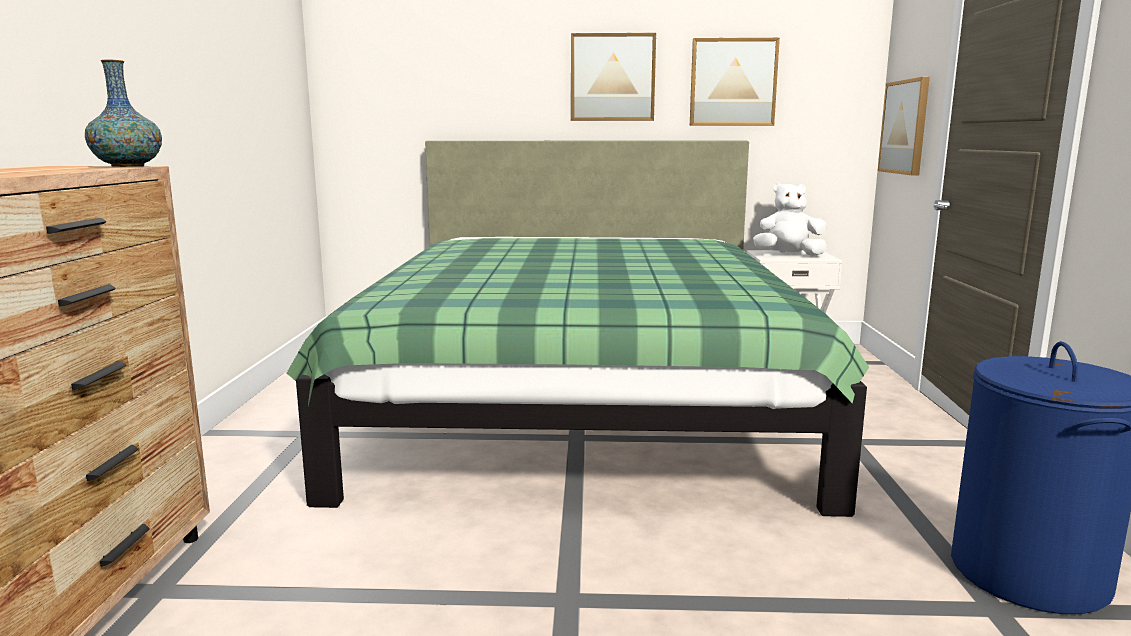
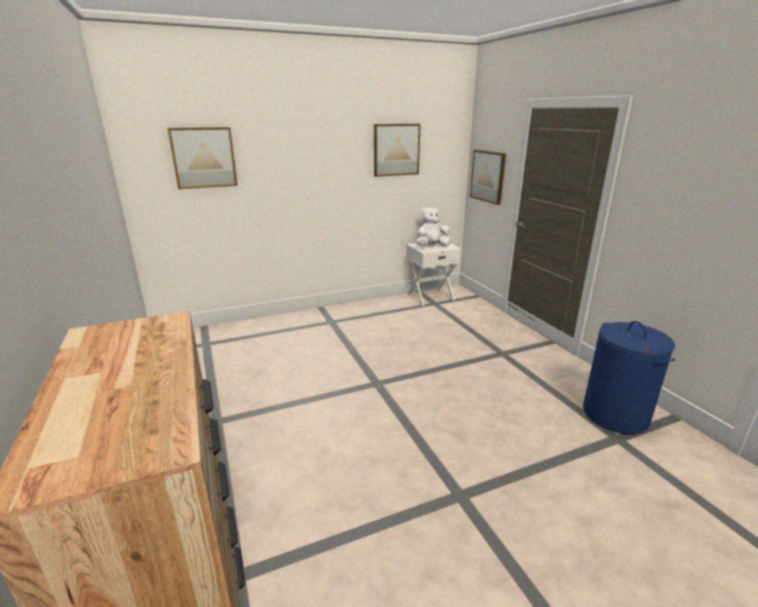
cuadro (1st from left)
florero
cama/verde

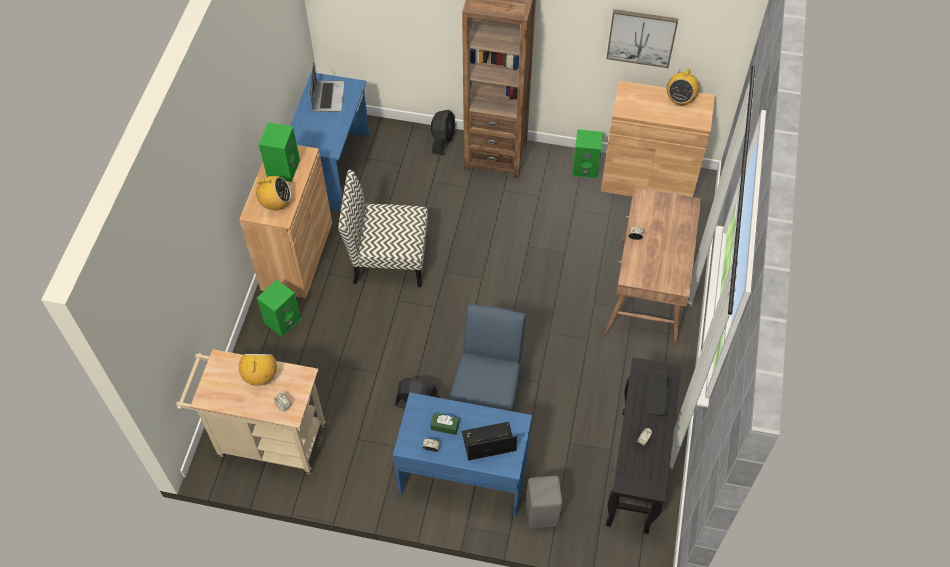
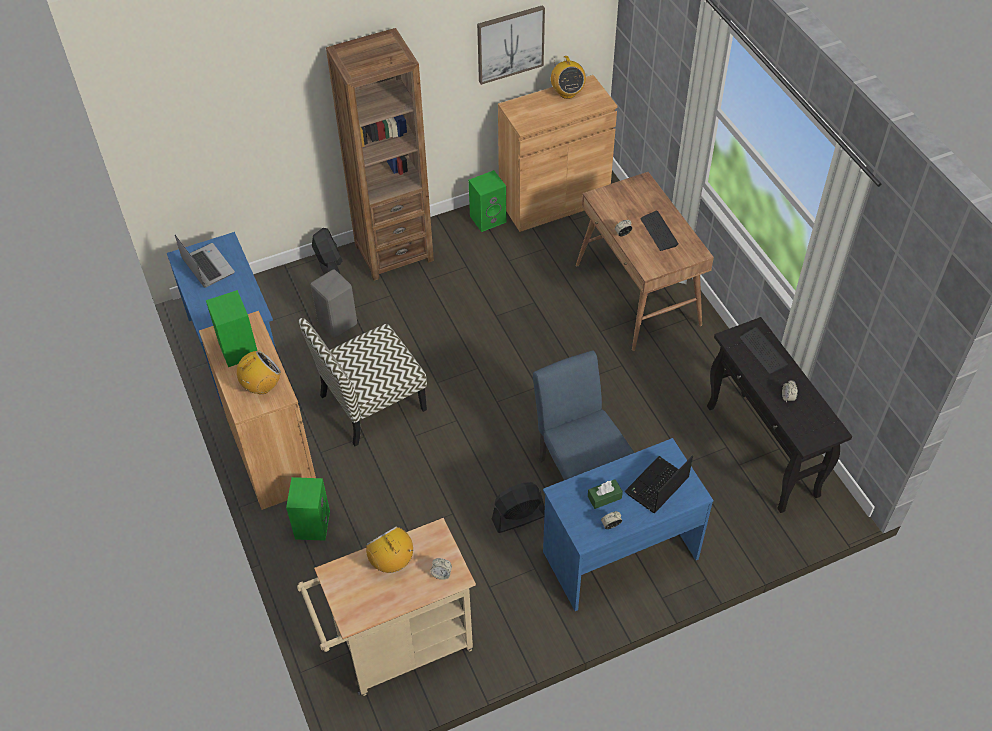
taburete/gris
teclado (1st from left)

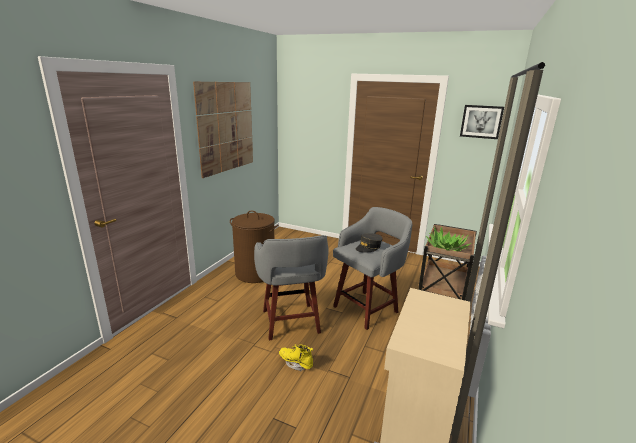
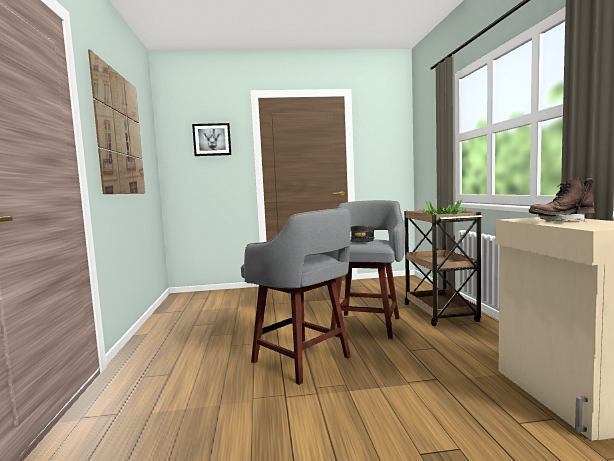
cuadro (2nd from left)
bota/marrón
cesto de la ropa/marrón
bota/amarillo

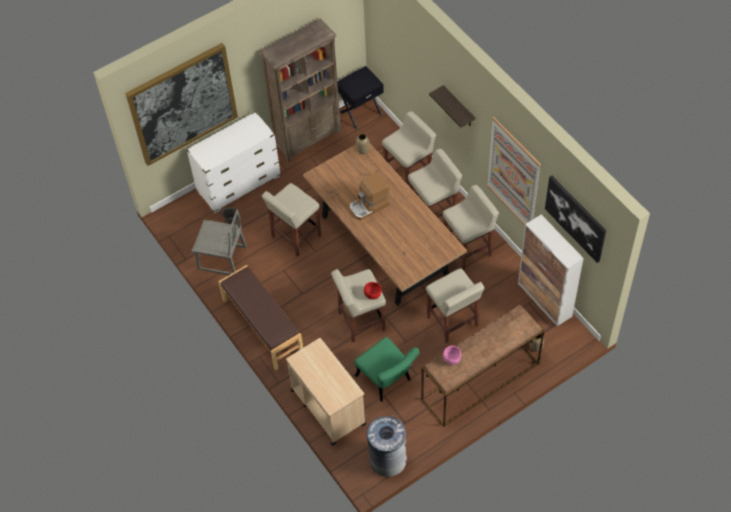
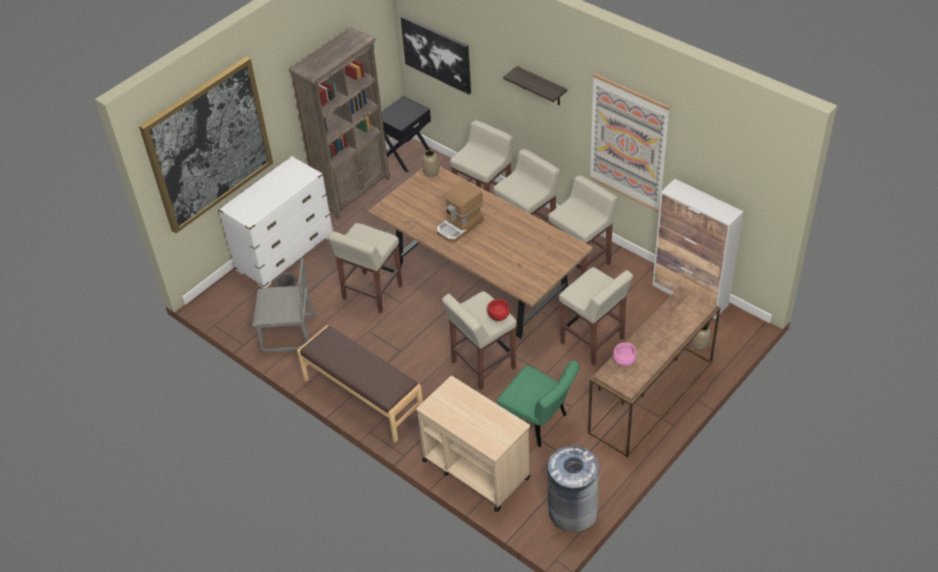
cuadro (2nd from left)

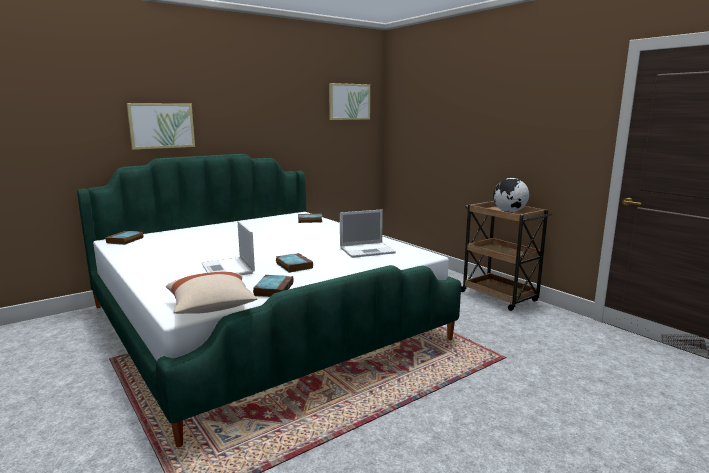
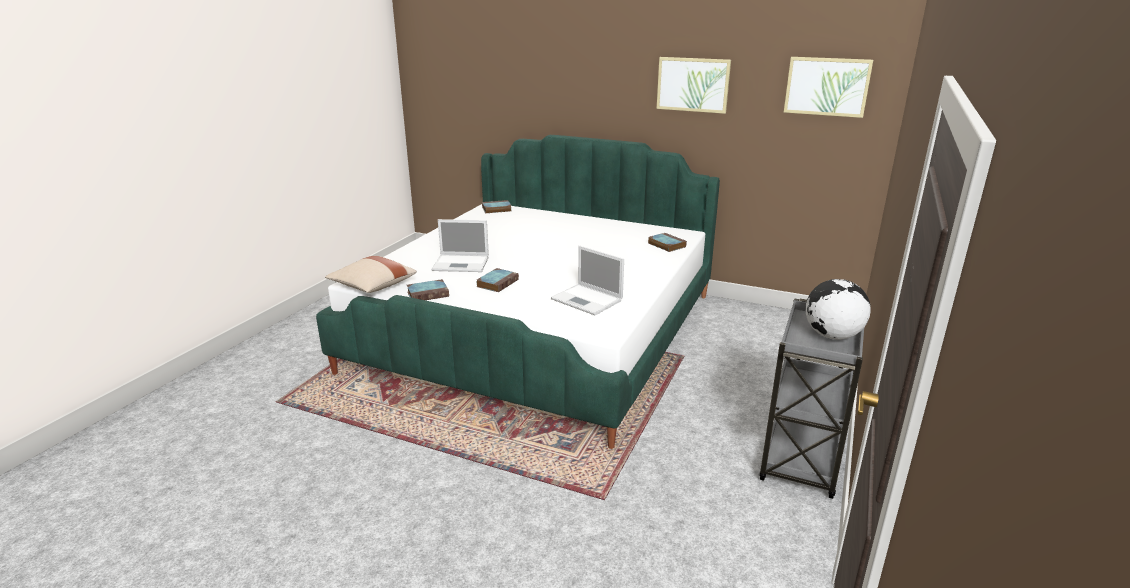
portátil (1st from left)
cuadro (1st from left)
carrito/gris

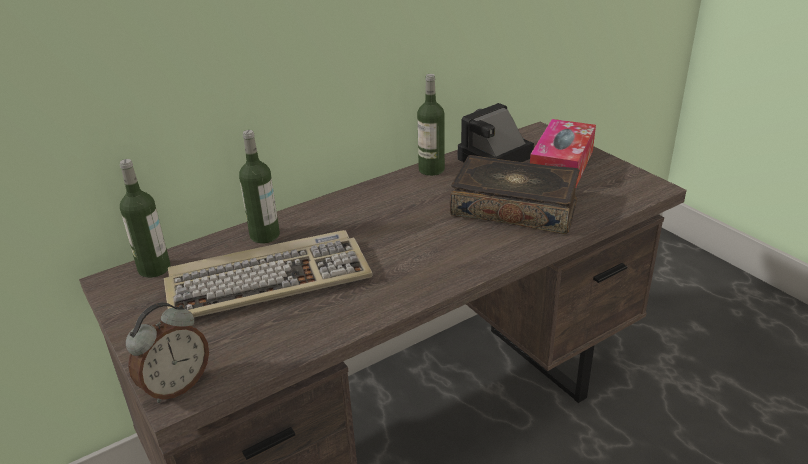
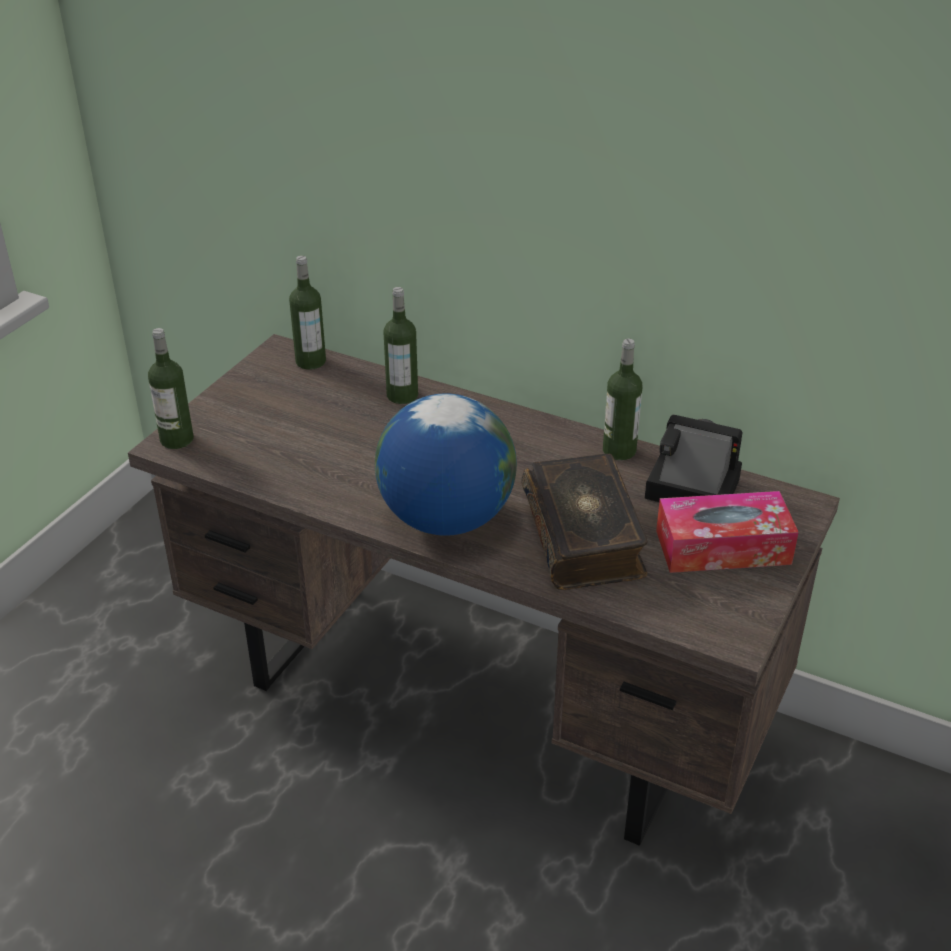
botella (1st from left)
globo terráqueo
teclado

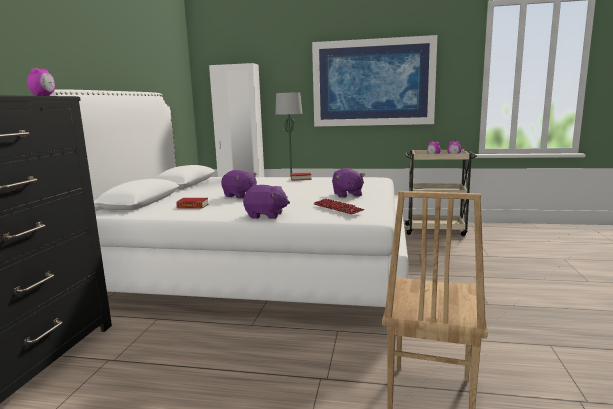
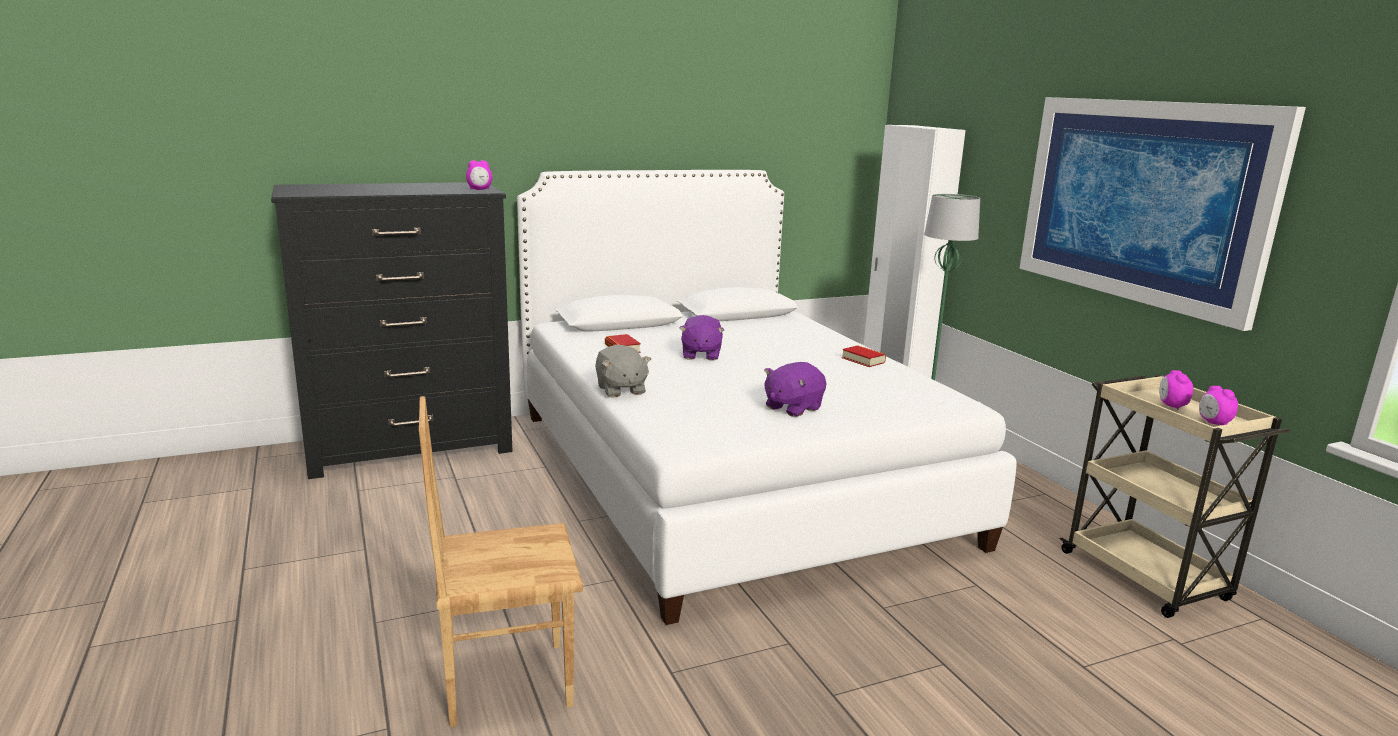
peluche/gris
teclado

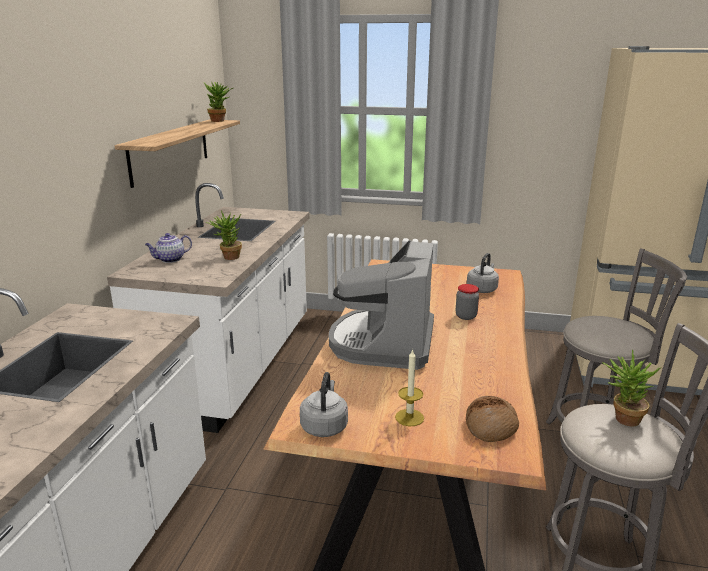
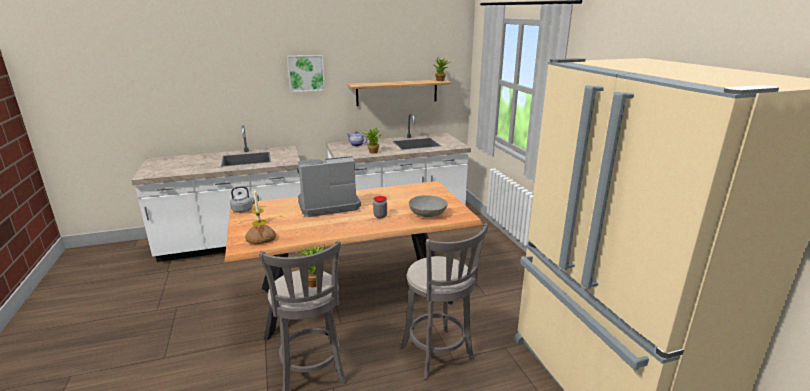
cuadro
cuenco/gris

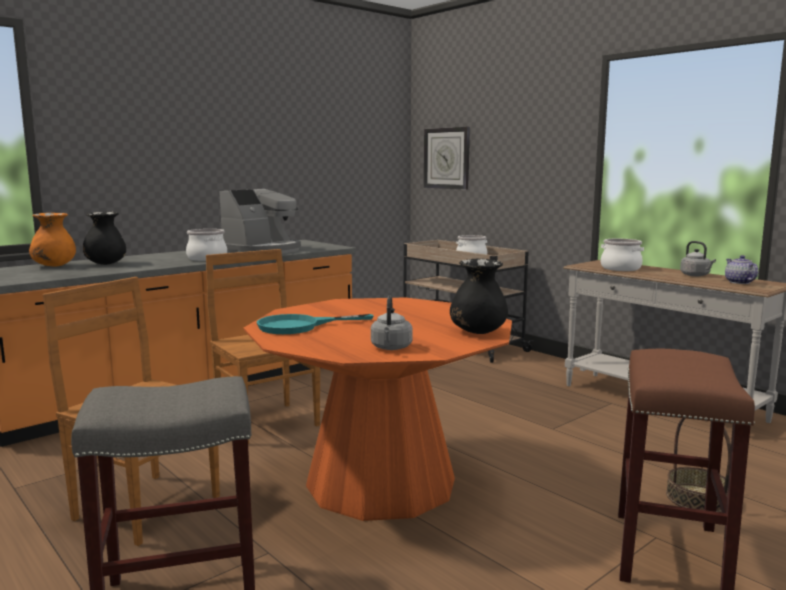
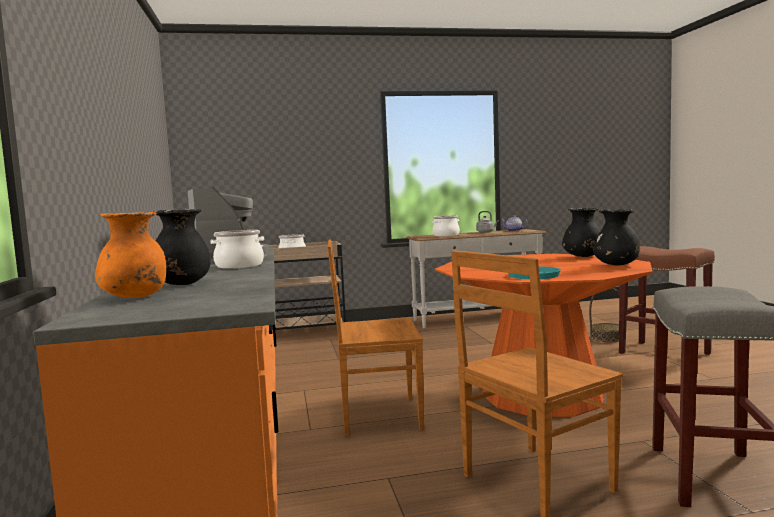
florero/negro (3rd from left)
reloj de pared

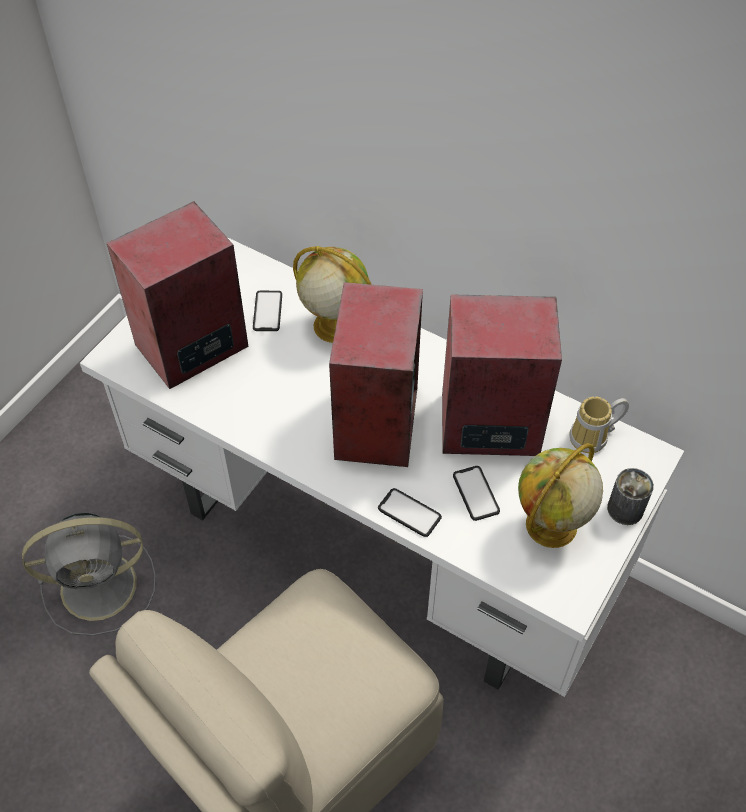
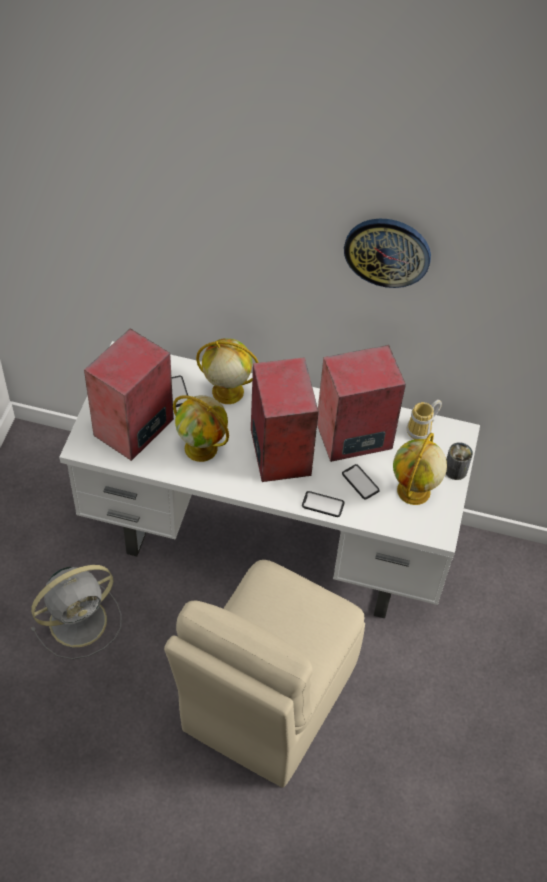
globo terráqueo (1st from left)
reloj de pared

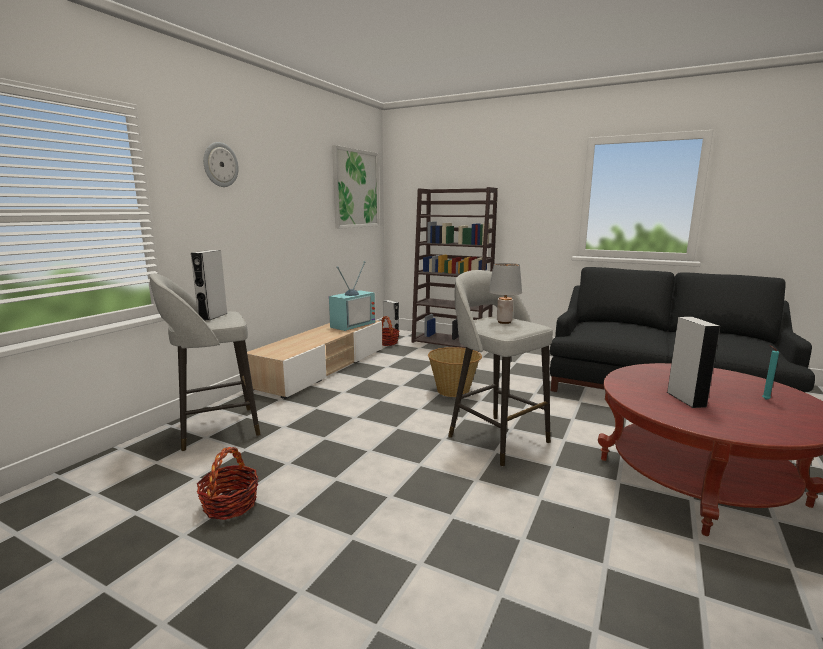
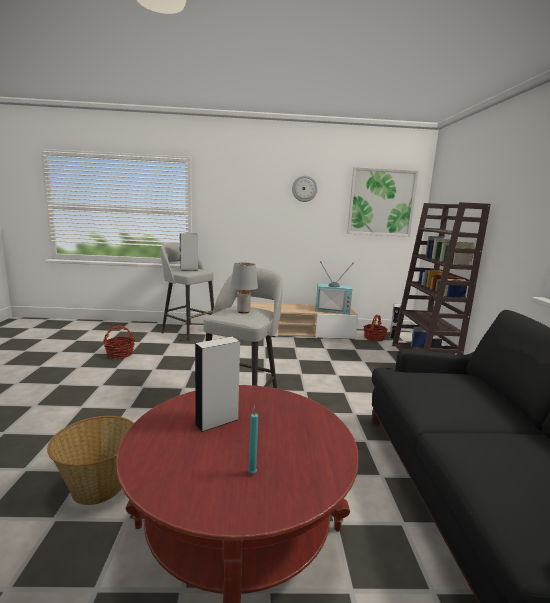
cesta (1st from left)
reloj de pared

